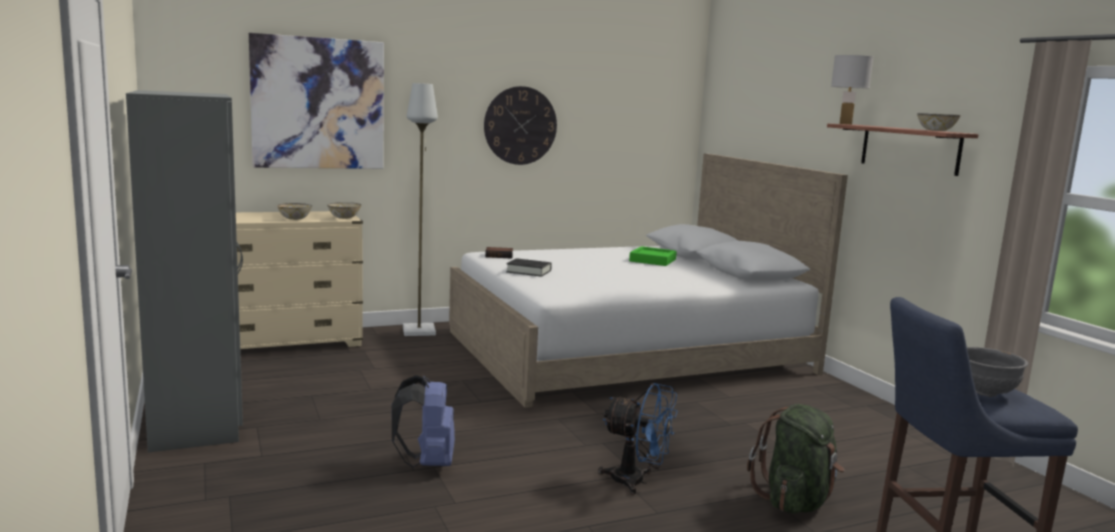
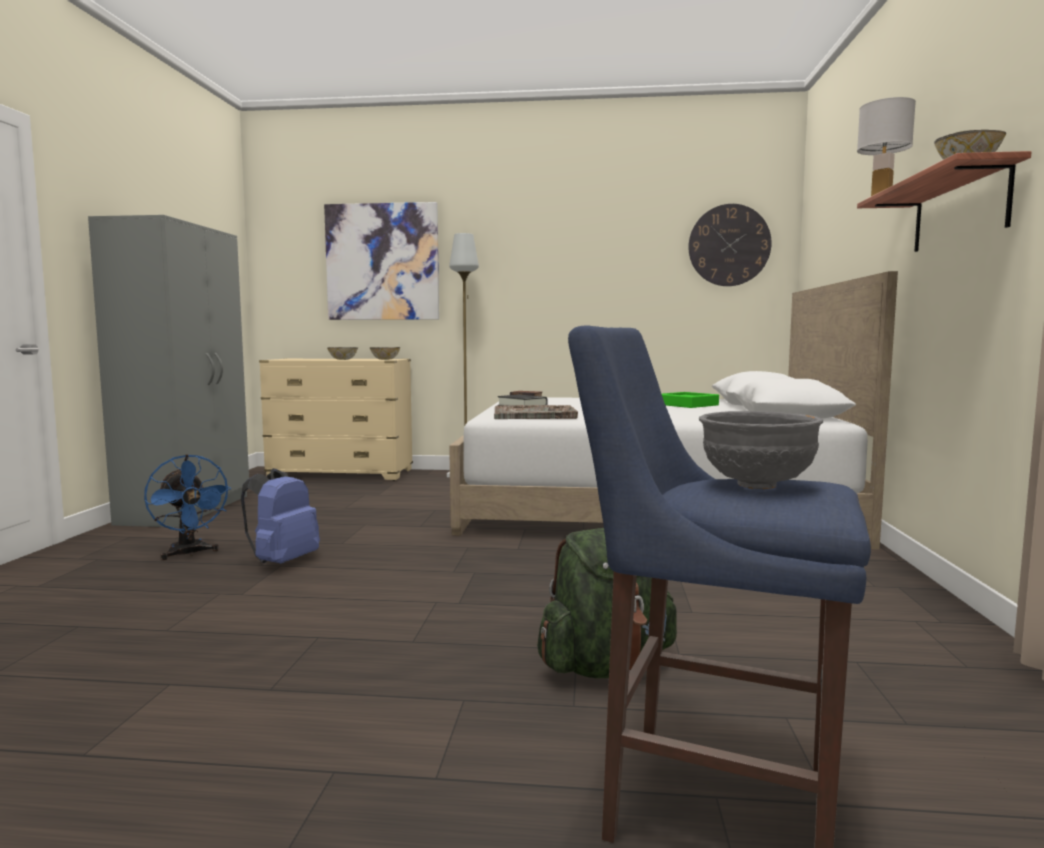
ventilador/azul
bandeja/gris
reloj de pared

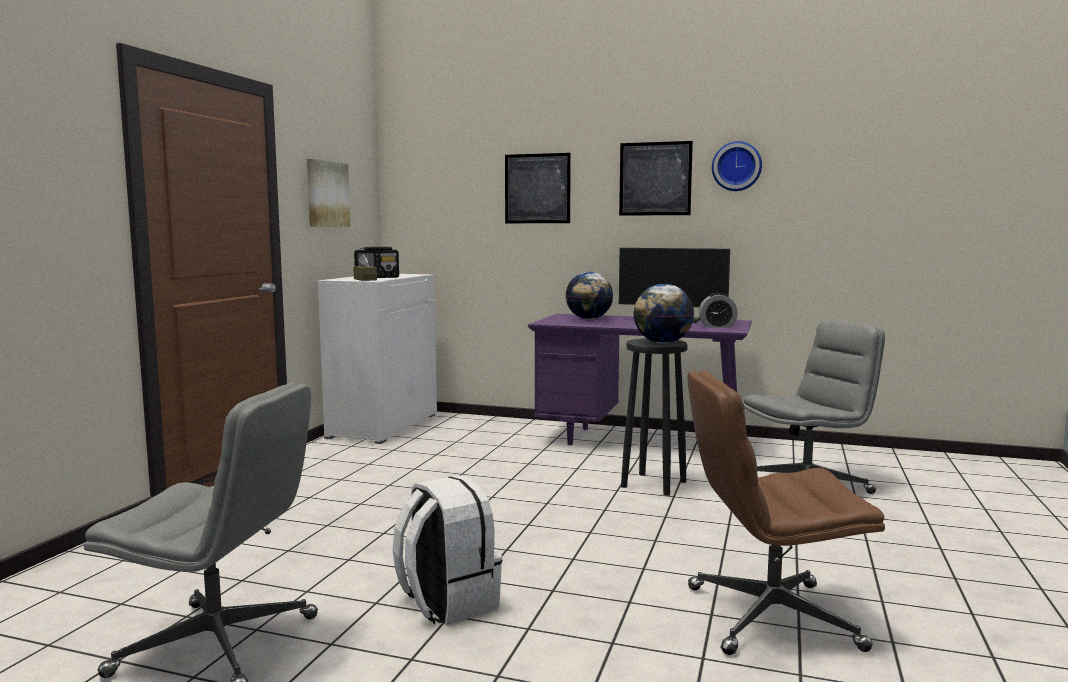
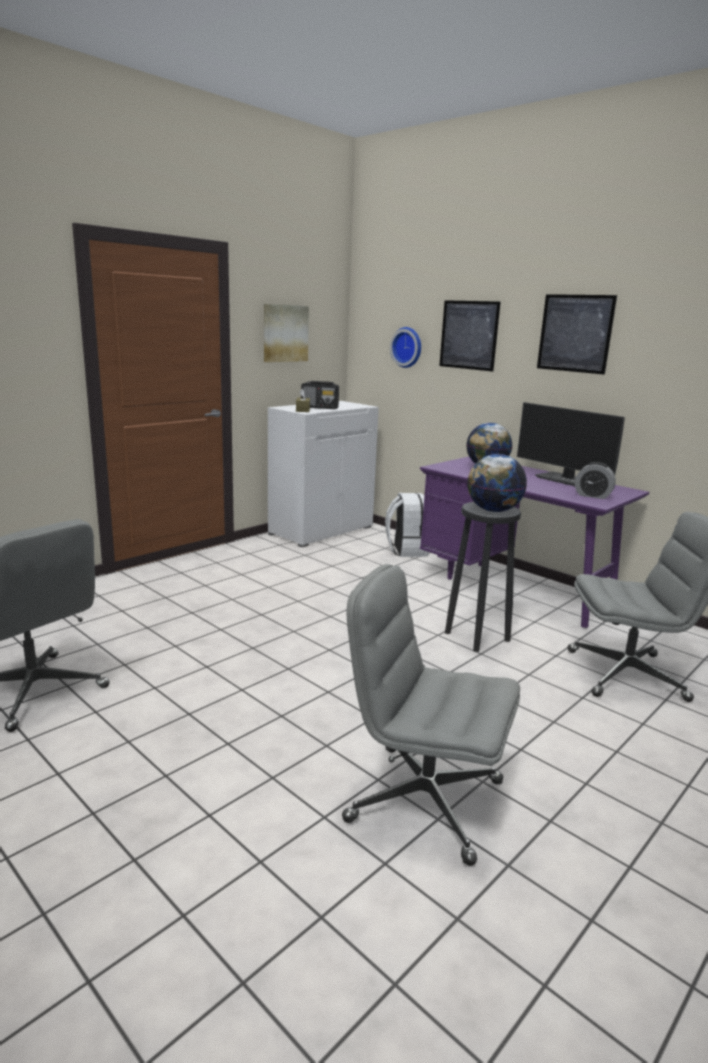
silla de oficina/gris (2nd from left)
mochila/blanco
reloj de pared

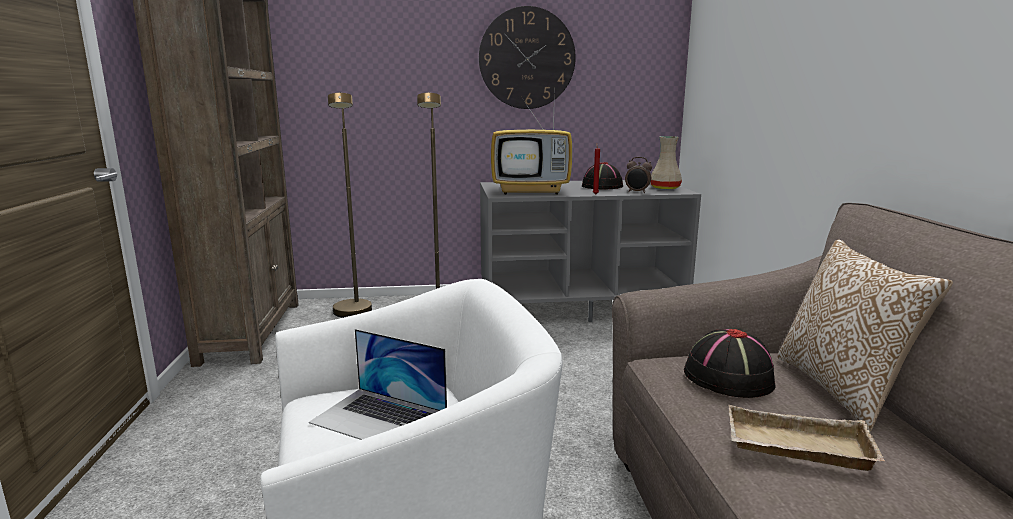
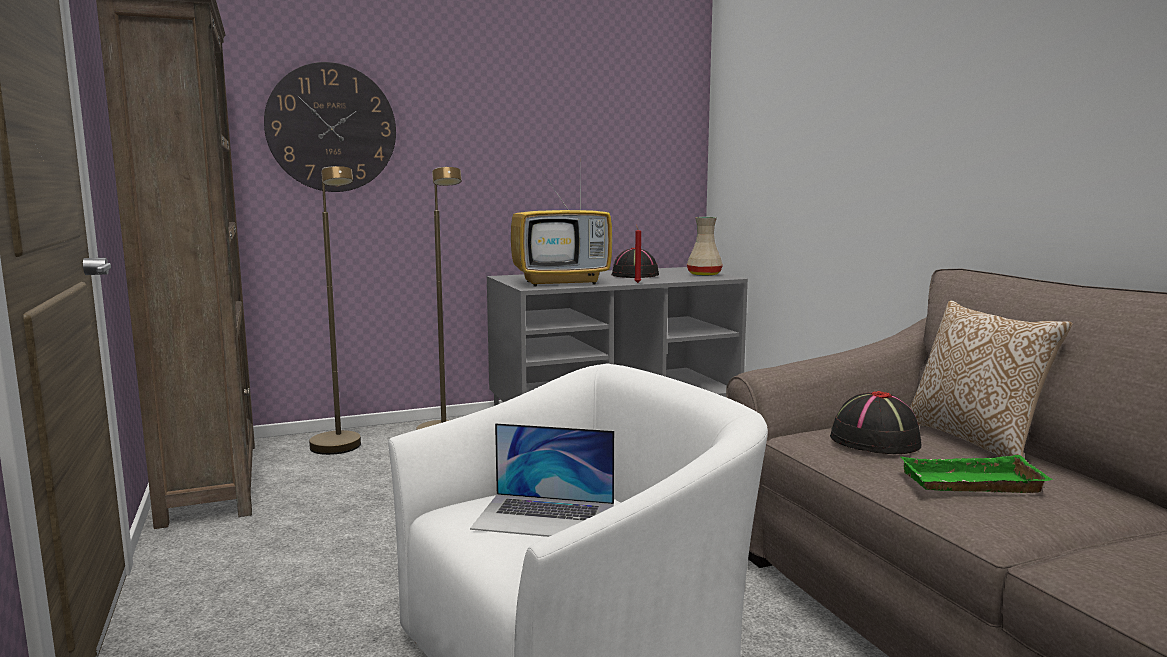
reloj de pared
bandeja/verde
despertador

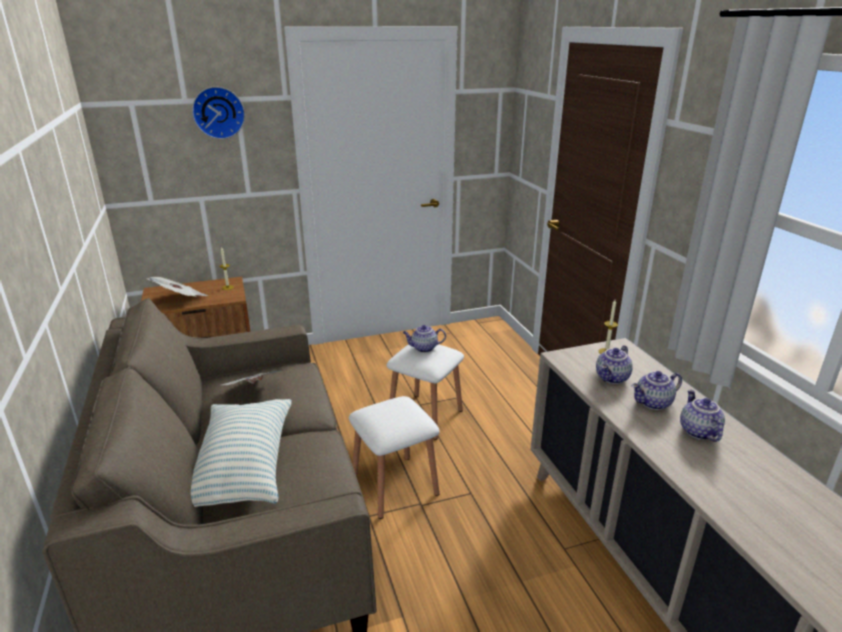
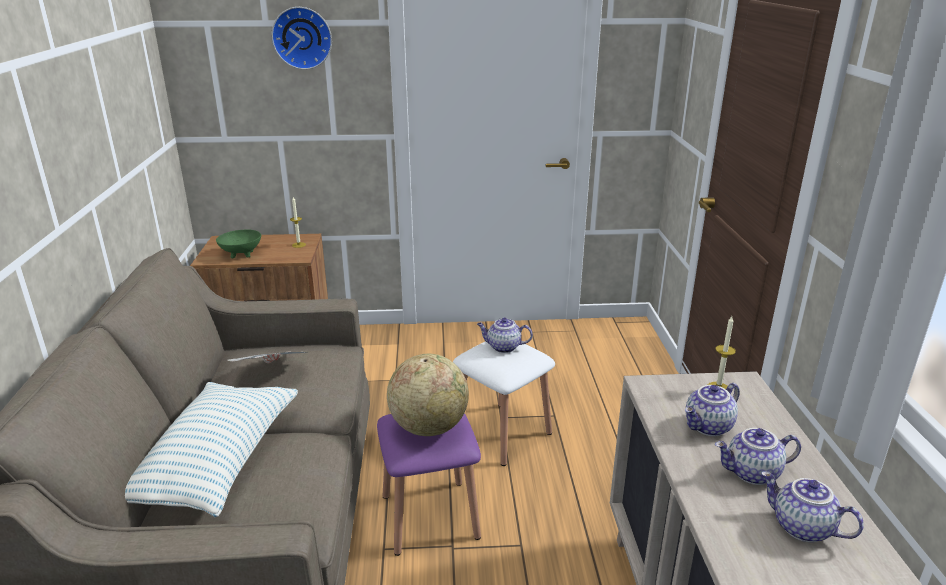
cuenco/verde
taburete/morado
globo terráqueo
tetera (4th from left)

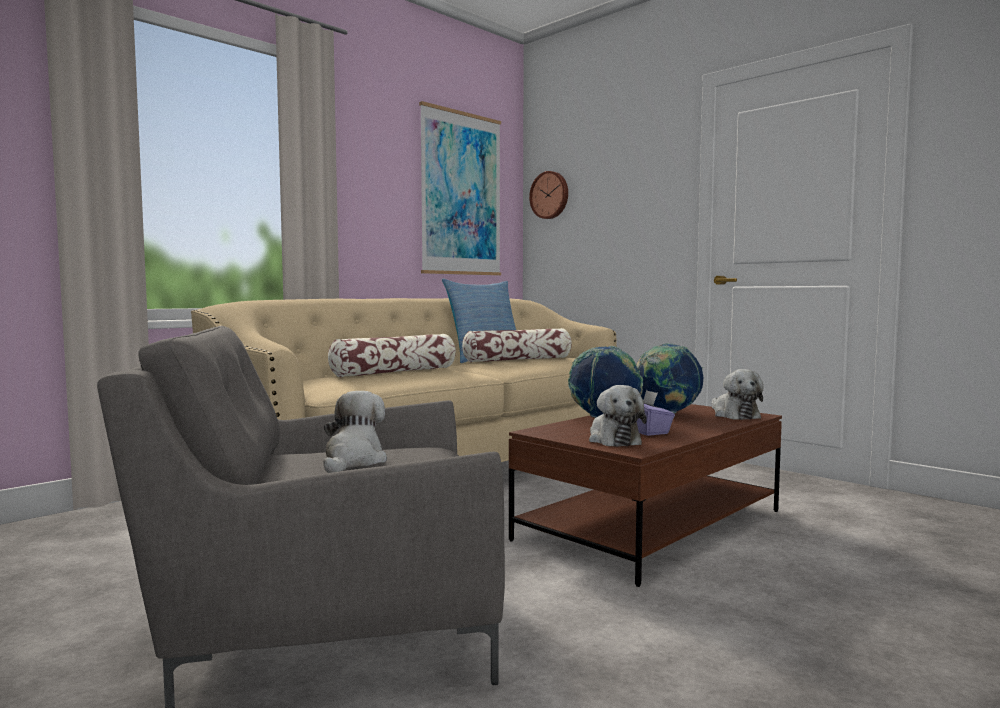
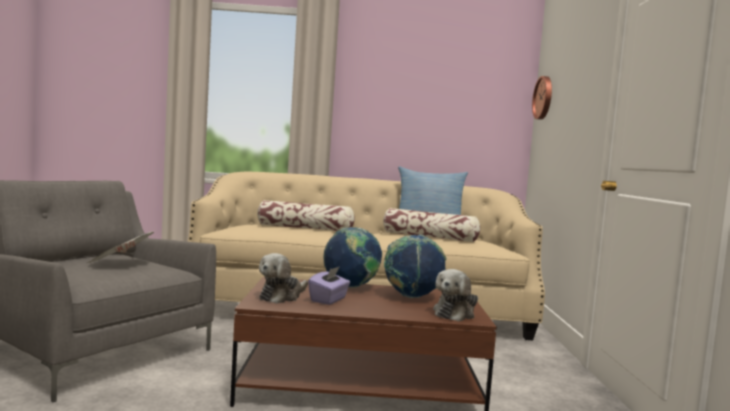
periódico
cuadro

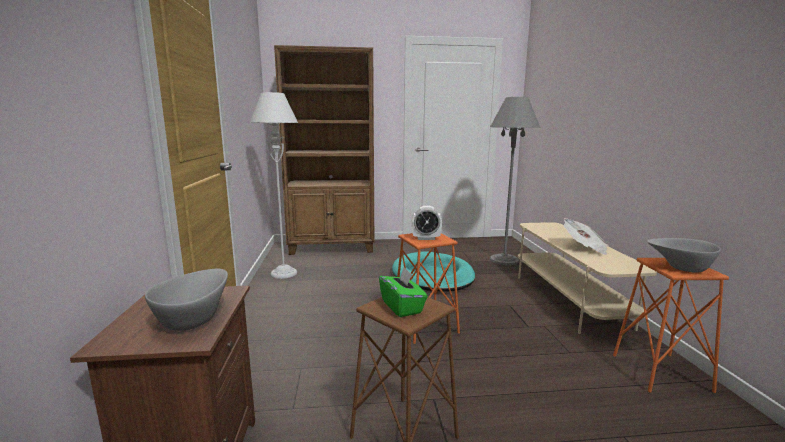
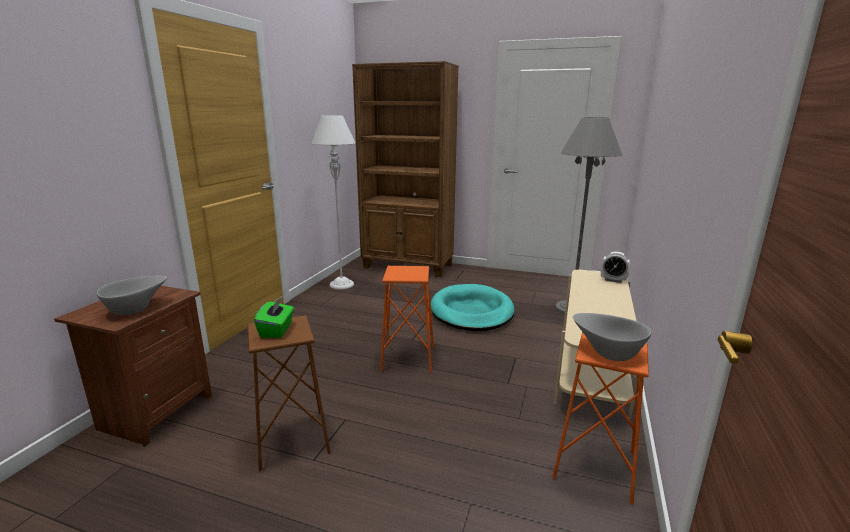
despertador
periódico

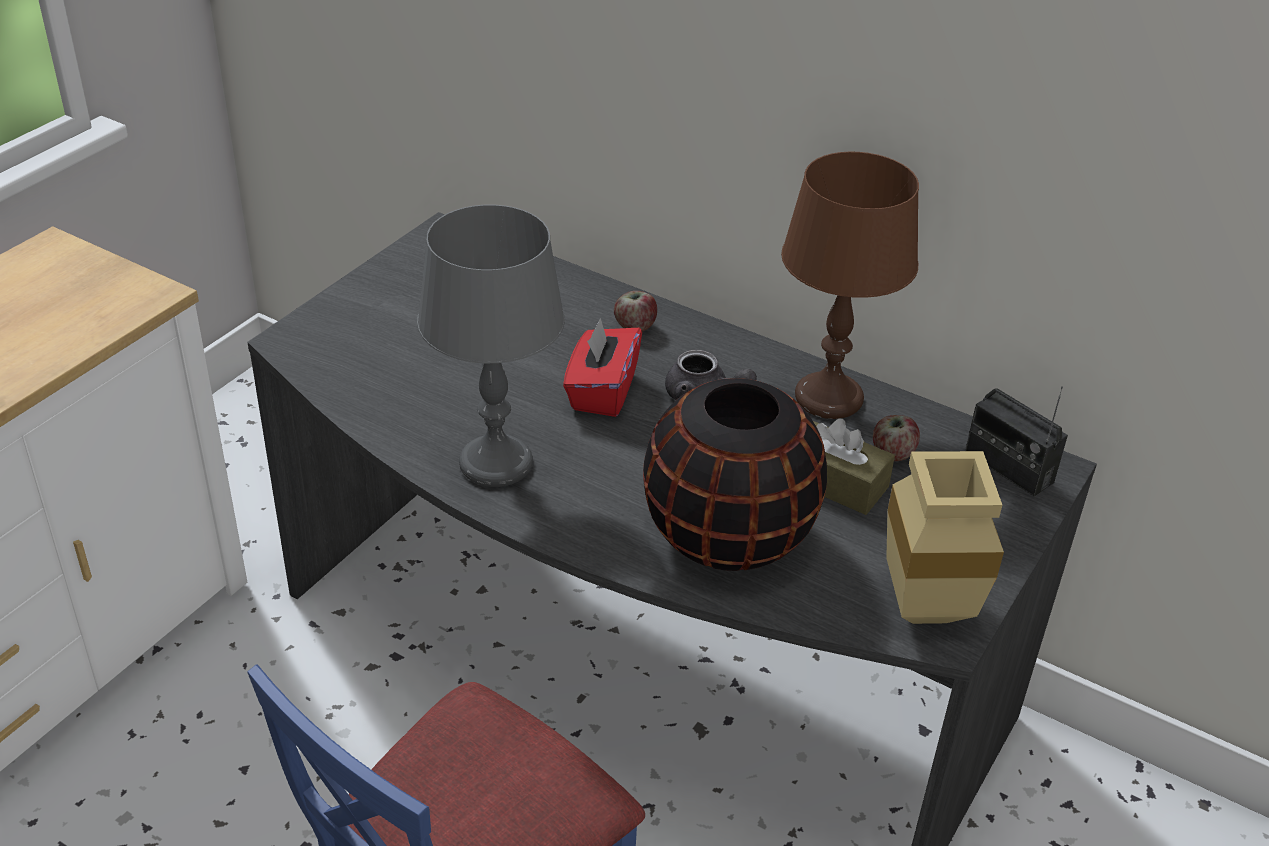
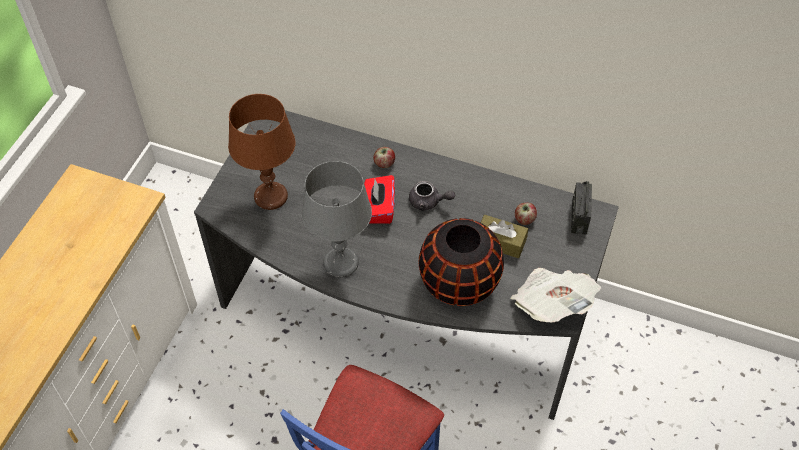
lámpara de mesa/marrón
periódico
radio

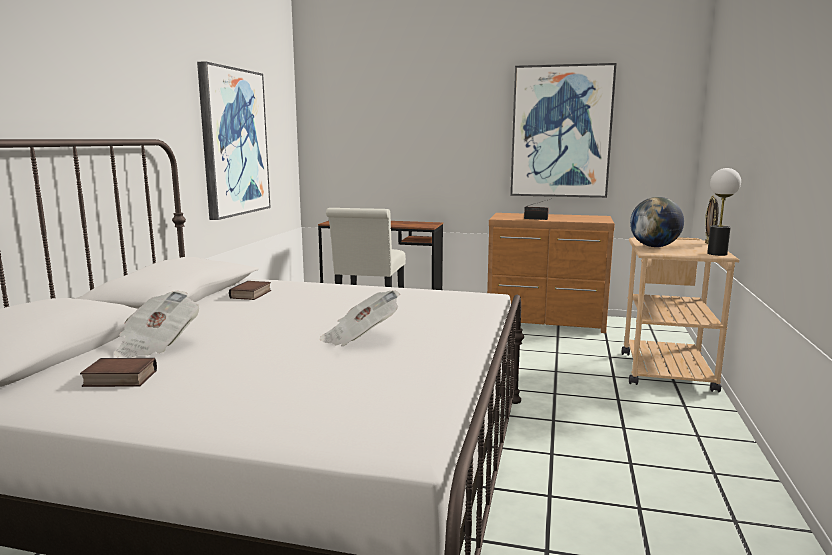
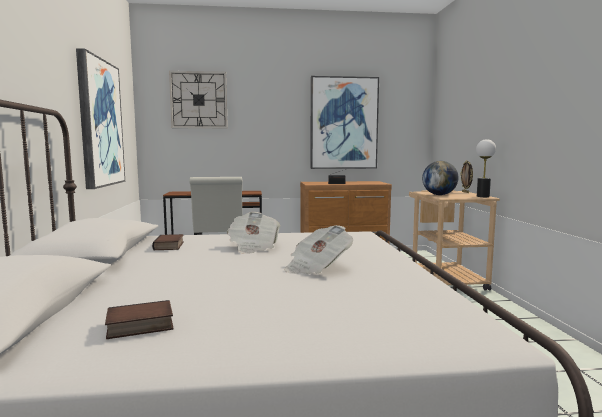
reloj de pared
periódico (1st from left)

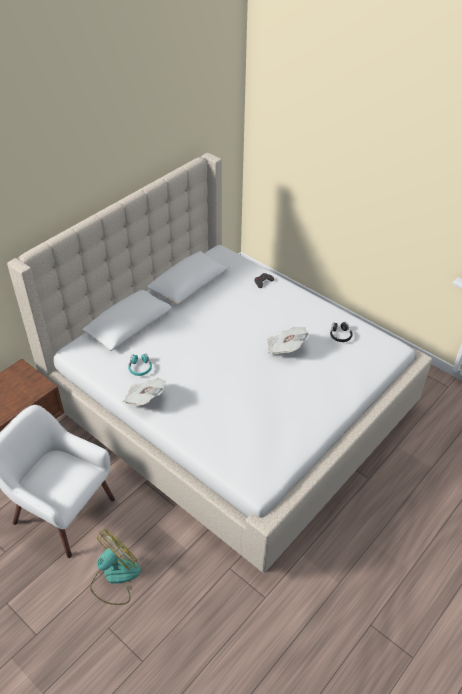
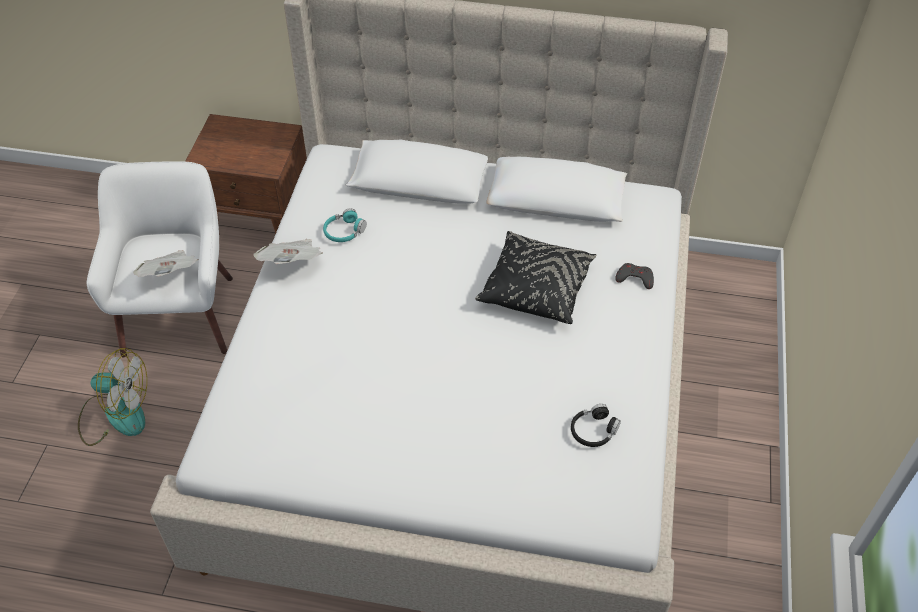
periódico (1st from left)
cojín/negro

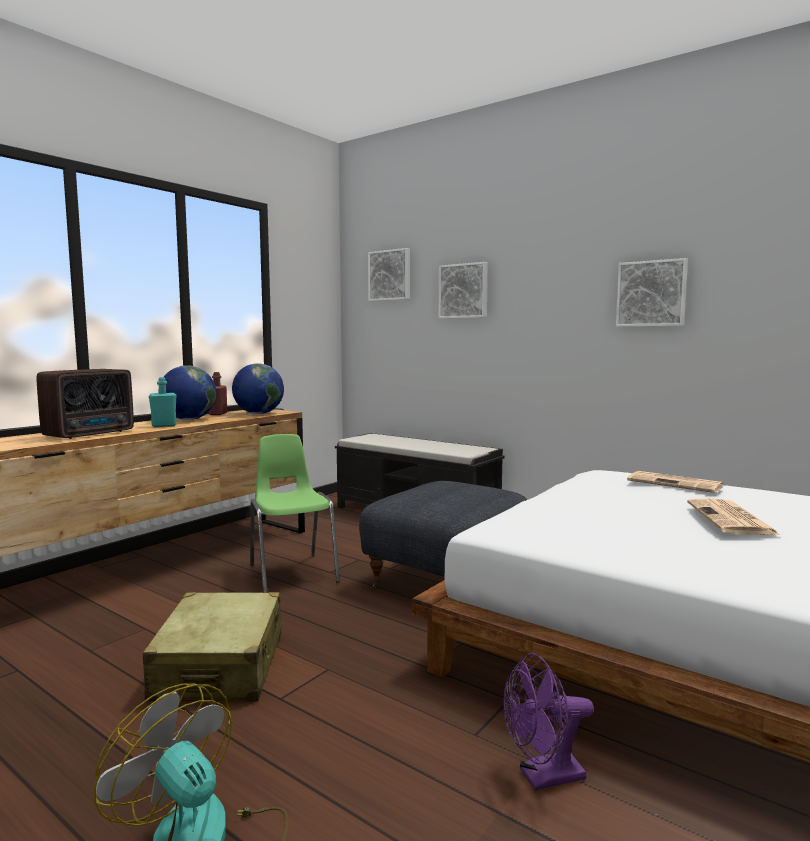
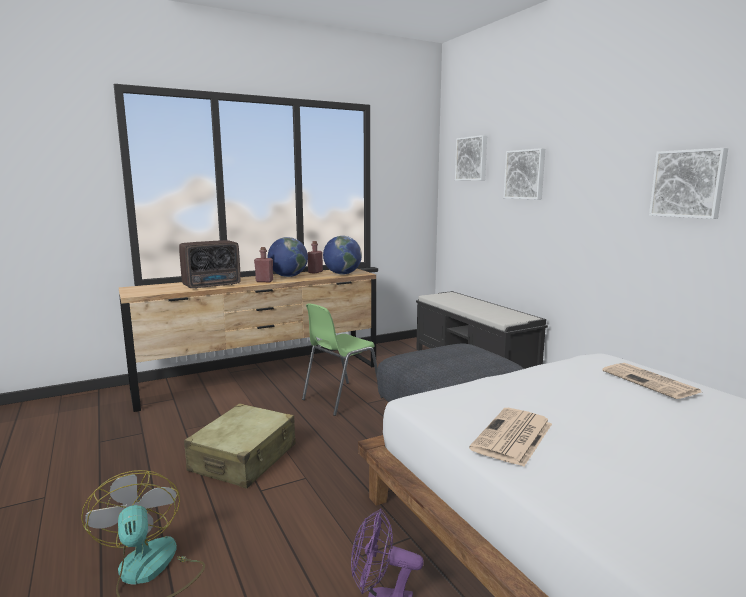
botella/rojo (1st from left)
silla/verde
periódico (1st from left)

